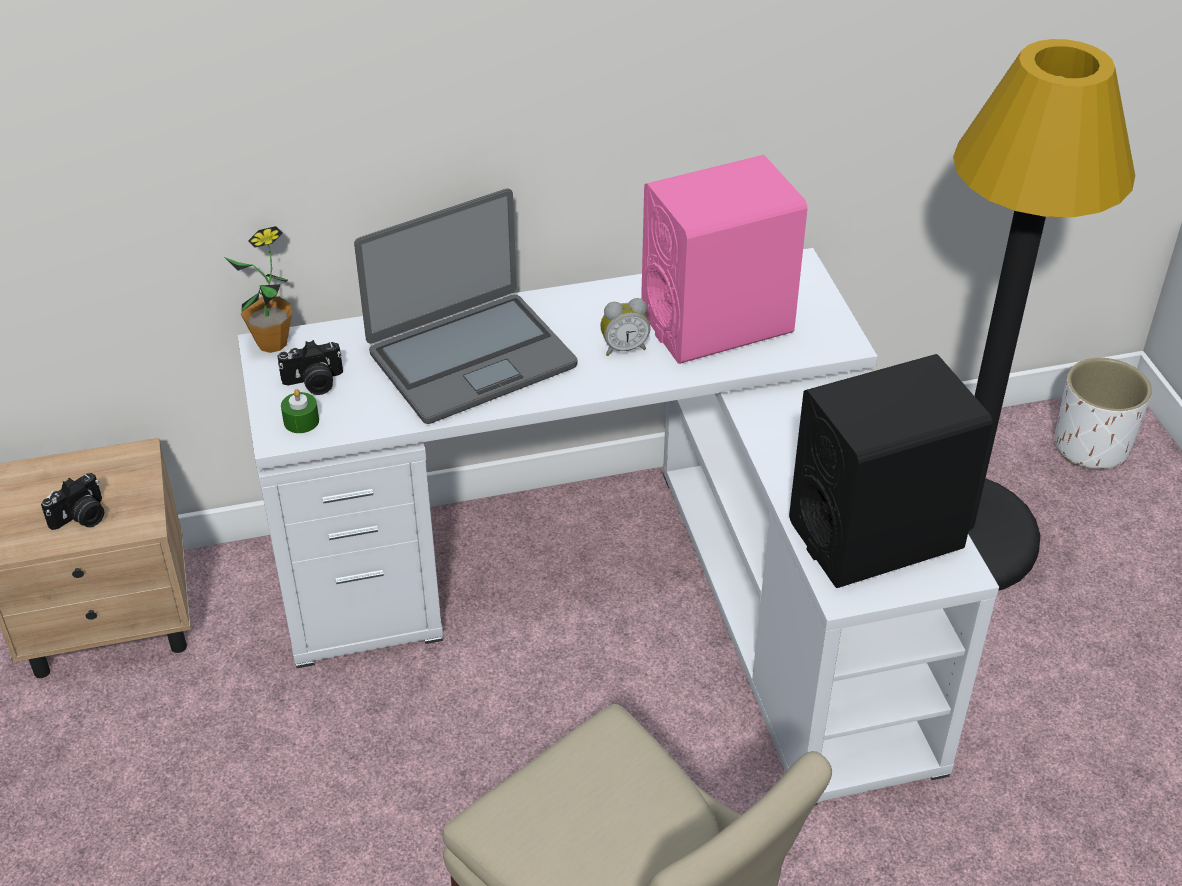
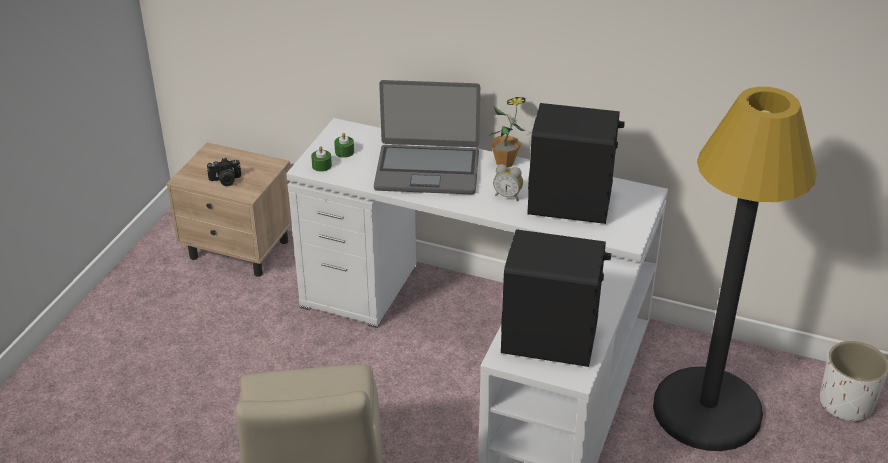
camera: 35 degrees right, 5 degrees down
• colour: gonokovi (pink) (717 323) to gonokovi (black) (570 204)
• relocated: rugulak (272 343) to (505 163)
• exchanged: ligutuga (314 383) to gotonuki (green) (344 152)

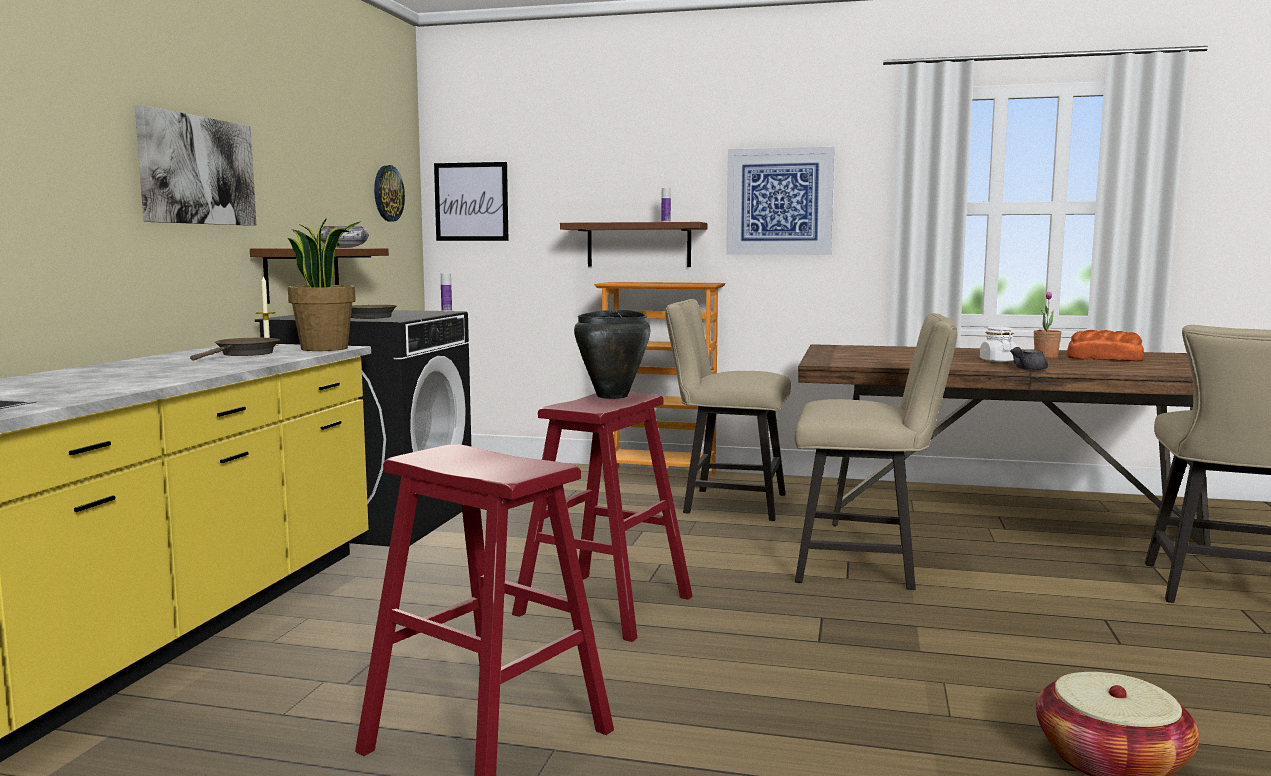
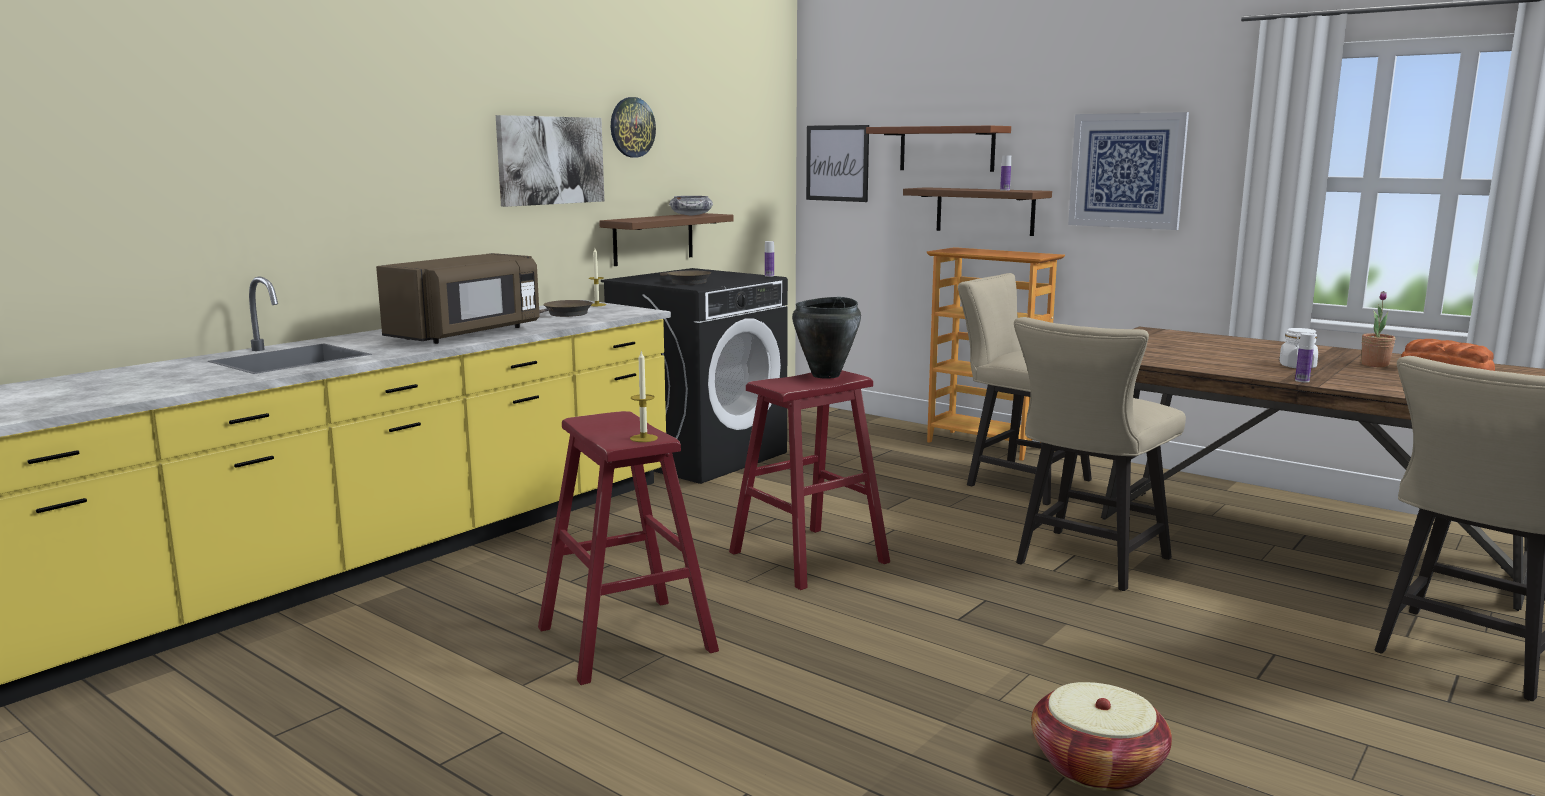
camera: 25 degrees right, 5 degrees up
• relocated: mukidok (388 193) to (632 127)
• missing: rugulak (325 348)
• spun: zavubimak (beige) (867 567) = (1086 563) 90 degrees clockwise
• exchanged: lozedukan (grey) (1027 369) to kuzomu (1302 381)
• appeared: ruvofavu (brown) (946 149)
• appeared: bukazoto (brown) (467 334)
• appeared: gotonuki (643 438)

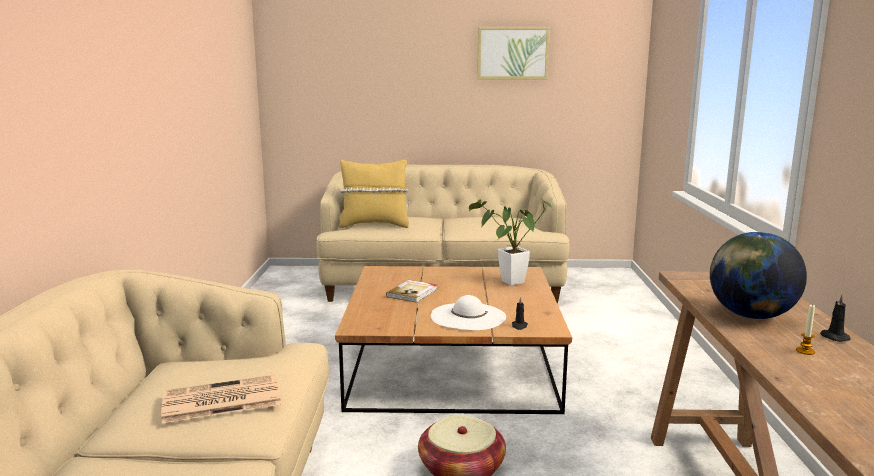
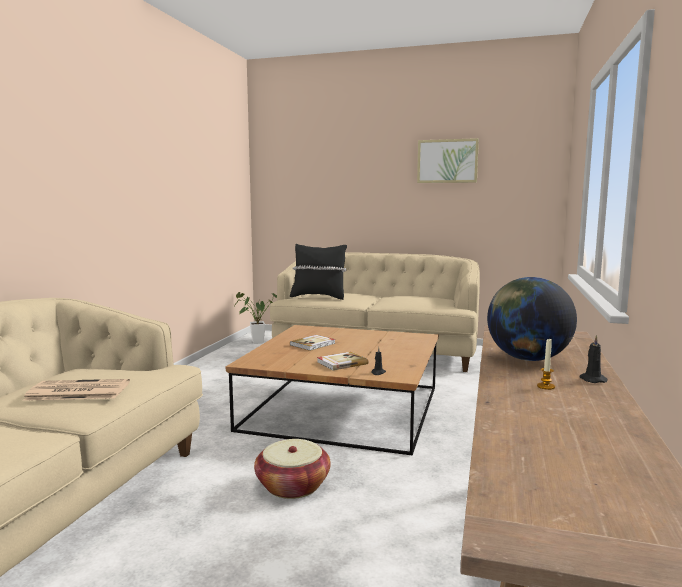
camera: 15 degrees right, 5 degrees down
• colour: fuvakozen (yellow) (374 225) to fuvakozen (black) (318 297)
• relocated: rugulak (508 283) to (254 342)
• exchanged: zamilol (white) (468 316) to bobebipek (341 363)

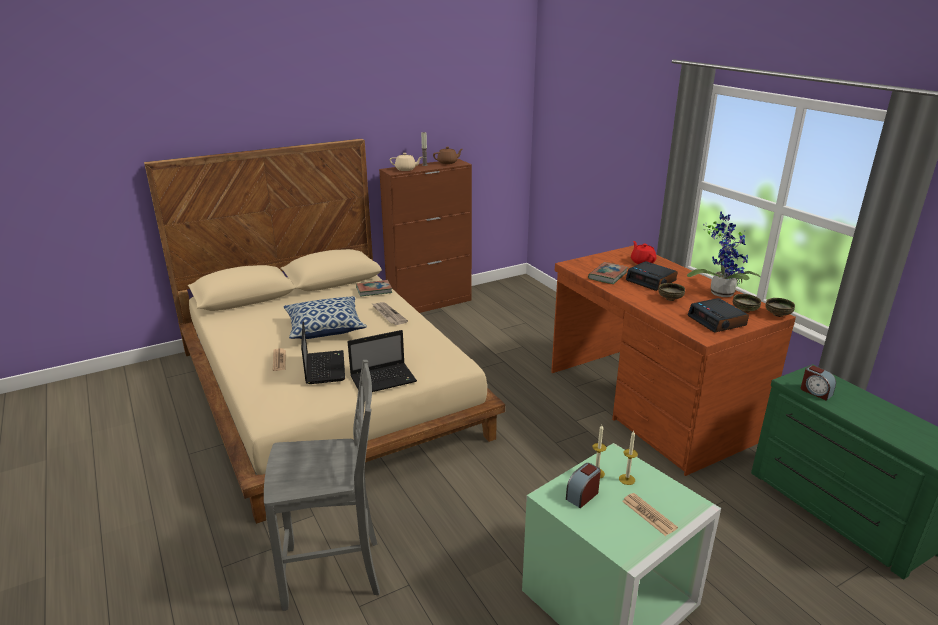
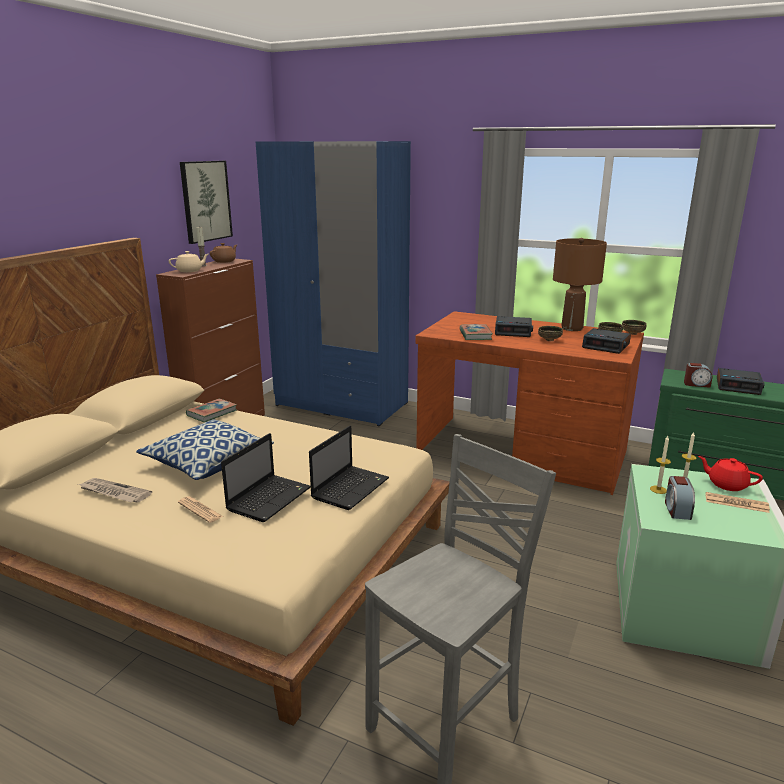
camera: 35 degrees left, 5 degrees down
• exchanged: rugulak (720 292) to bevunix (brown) (572 328)
• relocated: lozedukan (red) (642 262) to (726 484)
• relocated: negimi (388 315) to (114 492)
• spun: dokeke (324 367) = (270 498) 75 degrees clockwise
• appeared: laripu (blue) (342 404)
• appeared: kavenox (205 201)
• appeared: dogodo (738 386)

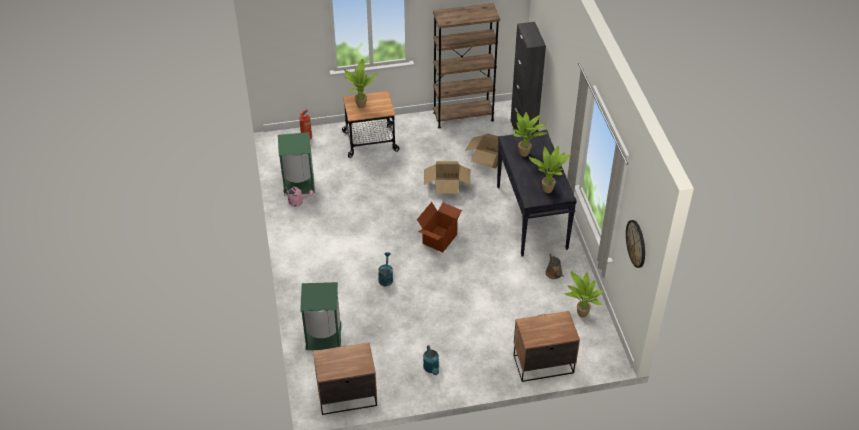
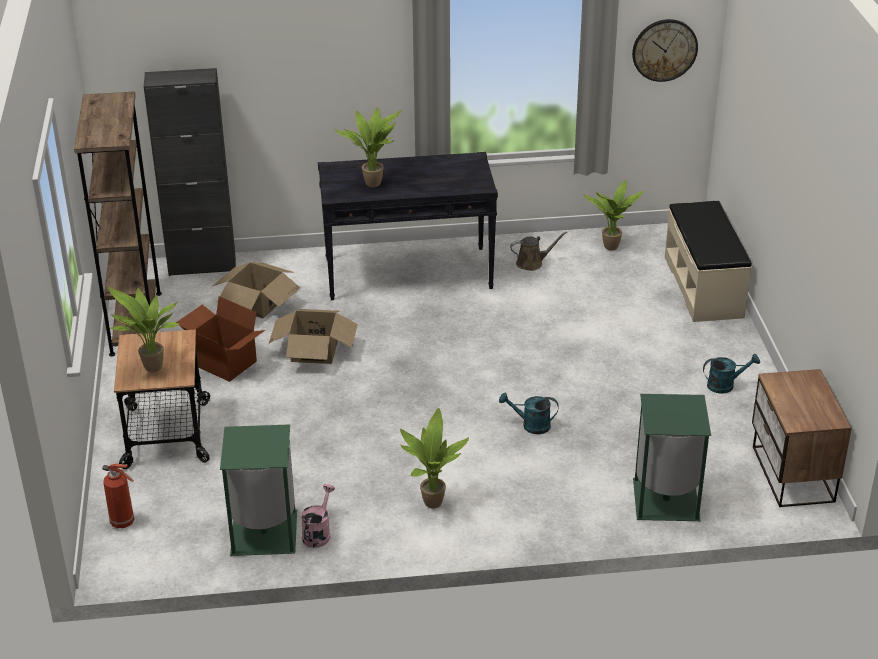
camera: 85 degrees left, 10 degrees down
• relocated: rugulak (548 189) to (430 502)
• relocated: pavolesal (439 239) to (223 363)
• exchanged: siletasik (542 363) to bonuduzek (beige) (704 287)

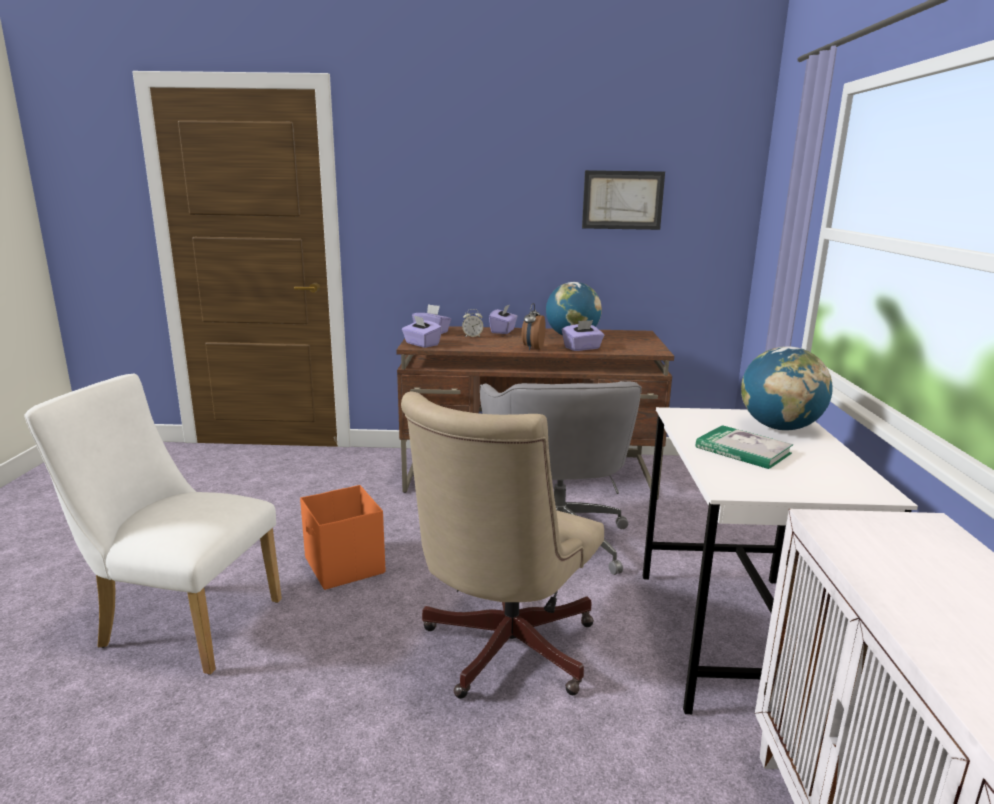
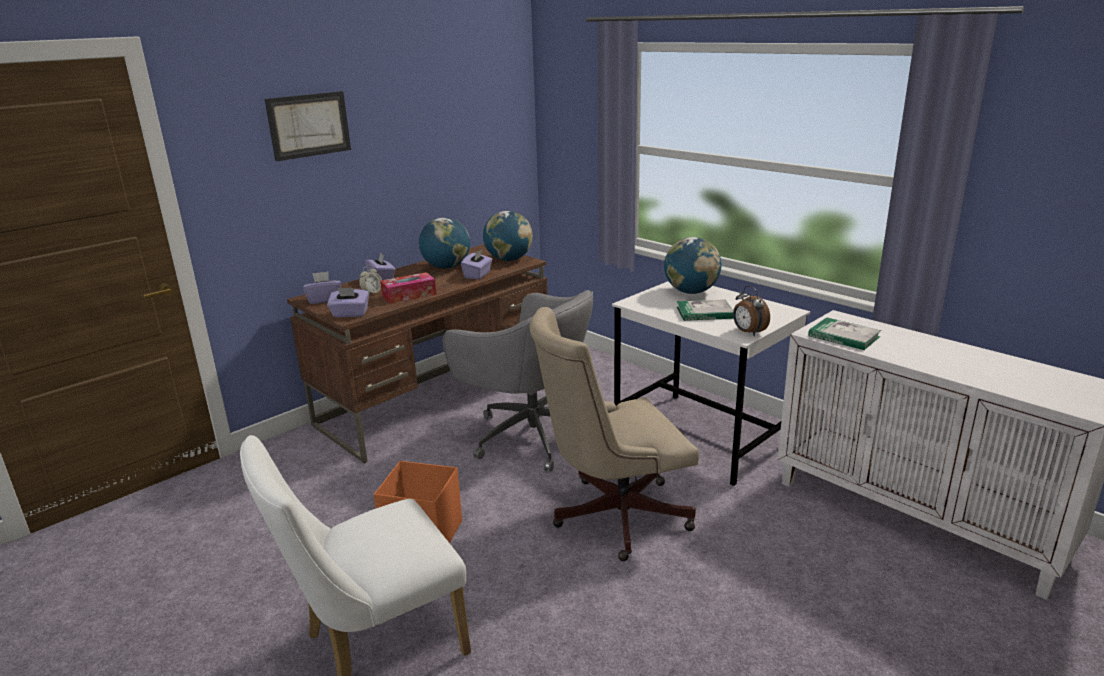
camera: 45 degrees left, 5 degrees up
• relocated: kavenox (622 200) to (309 125)
• relocated: dogodo (532 348) to (748 332)
• spun: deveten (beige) (502 651) = (612 516) 90 degrees clockwise
• appeared: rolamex (509 259)
• appeared: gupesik (409 295)
• appeared: bobebipek (844 336)

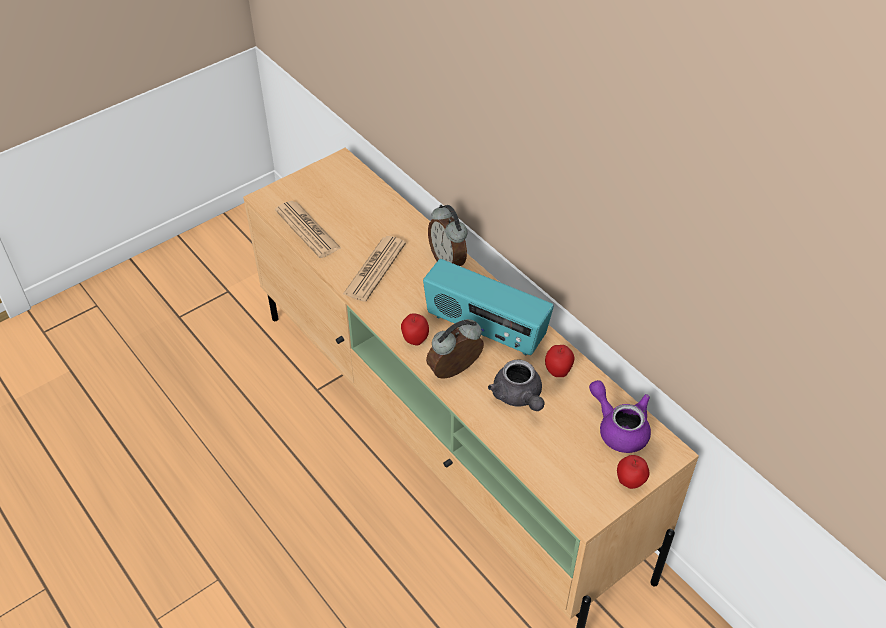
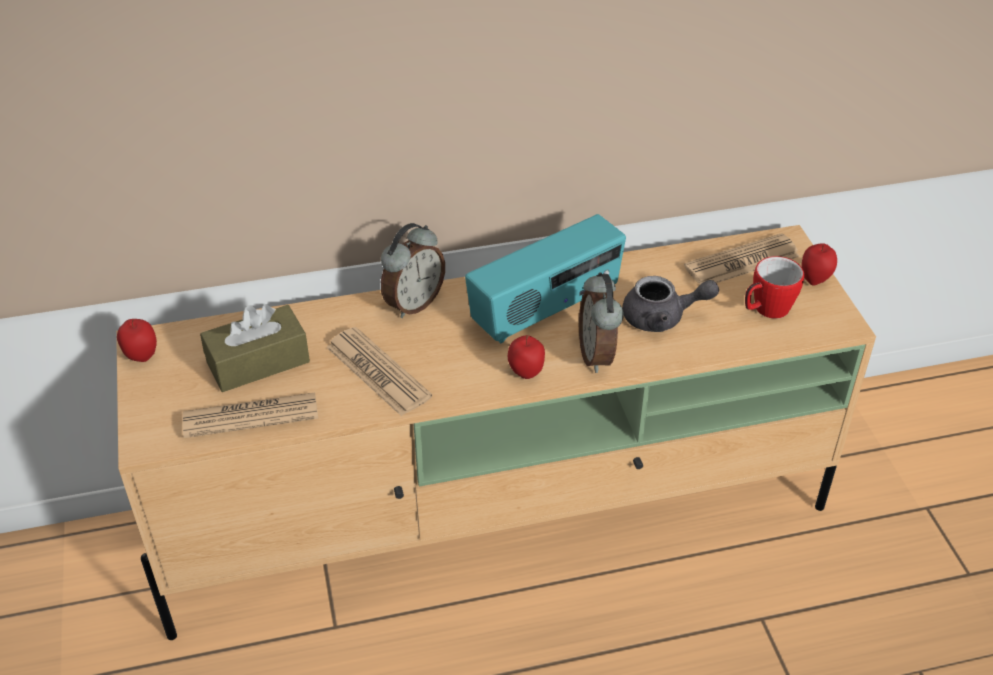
camera: 65 degrees left, 5 degrees down
• spun: dogodo (448 261) = (413 303) 45 degrees counterclockwise
• relocated: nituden (558 371) to (141 356)
• exchanged: lozedukan (purple) (619 428) to negimi (742 262)
• appeared: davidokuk (766 310)
• appeared: gupesik (brown) (258 362)

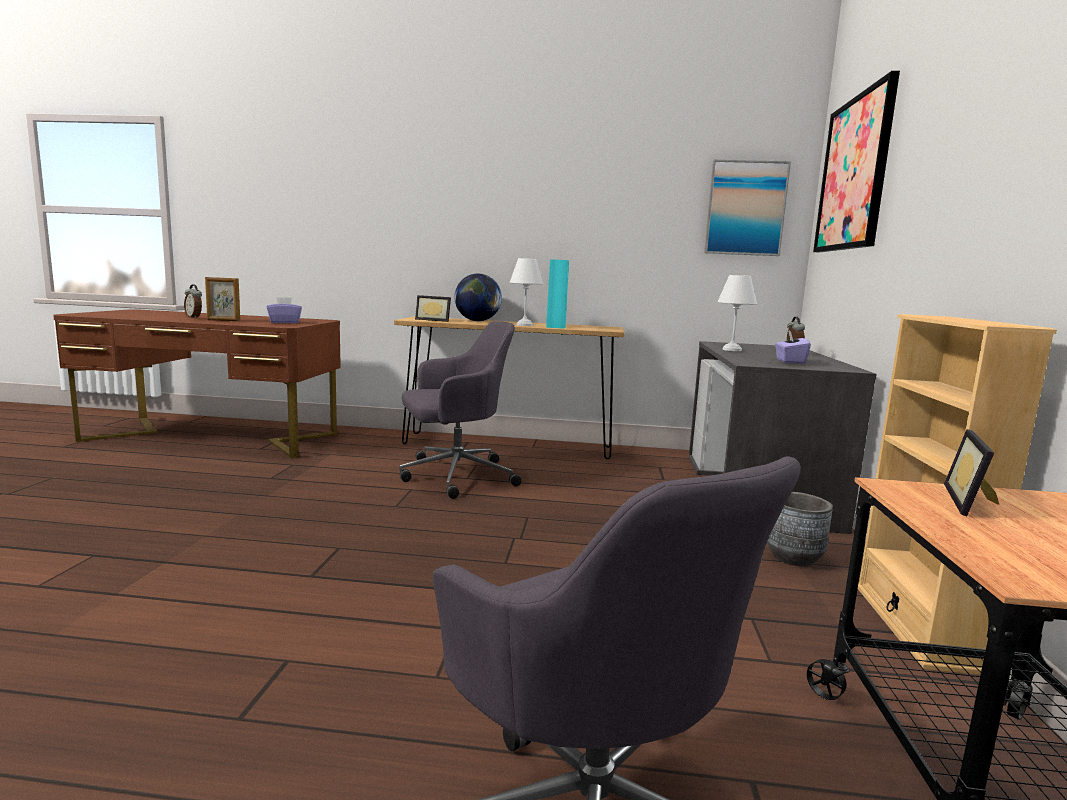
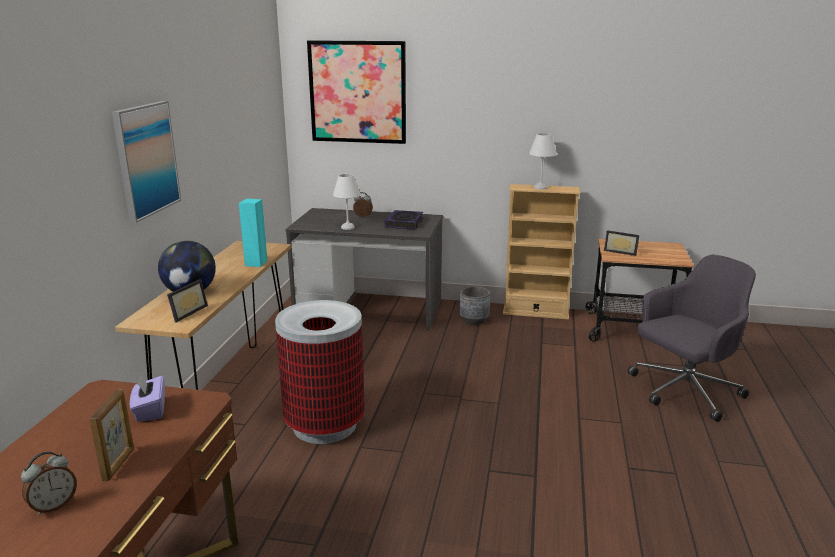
camera: 85 degrees left, 10 degrees up
• relocated: kavenox (745 208) to (146 159)
• relocated: bevunix (white) (524 325) to (541 187)
• exchanged: deveten (grey) (455 476) to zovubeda (325 425)
• exchanged: gupesik (purple) (789 361) to bobebipek (404 223)

